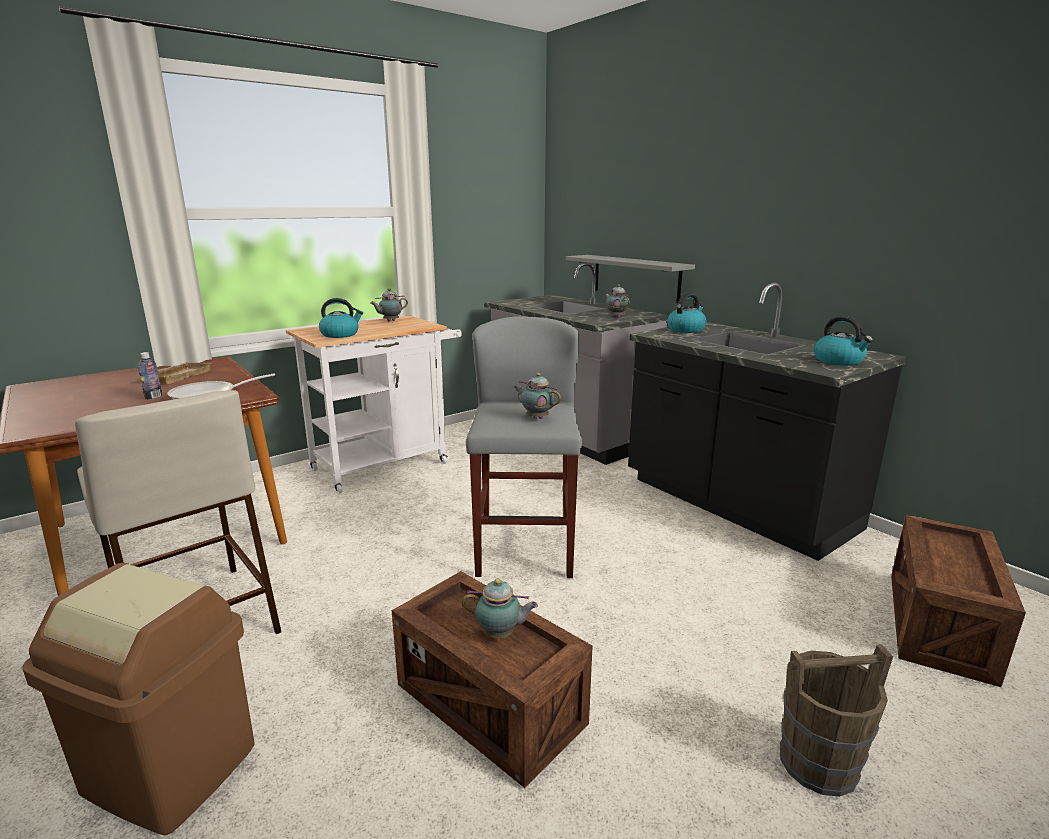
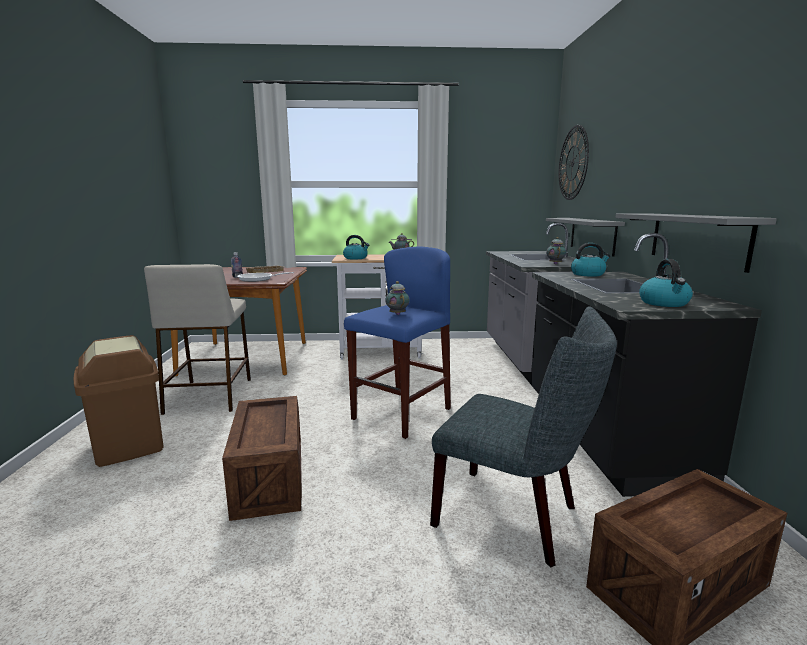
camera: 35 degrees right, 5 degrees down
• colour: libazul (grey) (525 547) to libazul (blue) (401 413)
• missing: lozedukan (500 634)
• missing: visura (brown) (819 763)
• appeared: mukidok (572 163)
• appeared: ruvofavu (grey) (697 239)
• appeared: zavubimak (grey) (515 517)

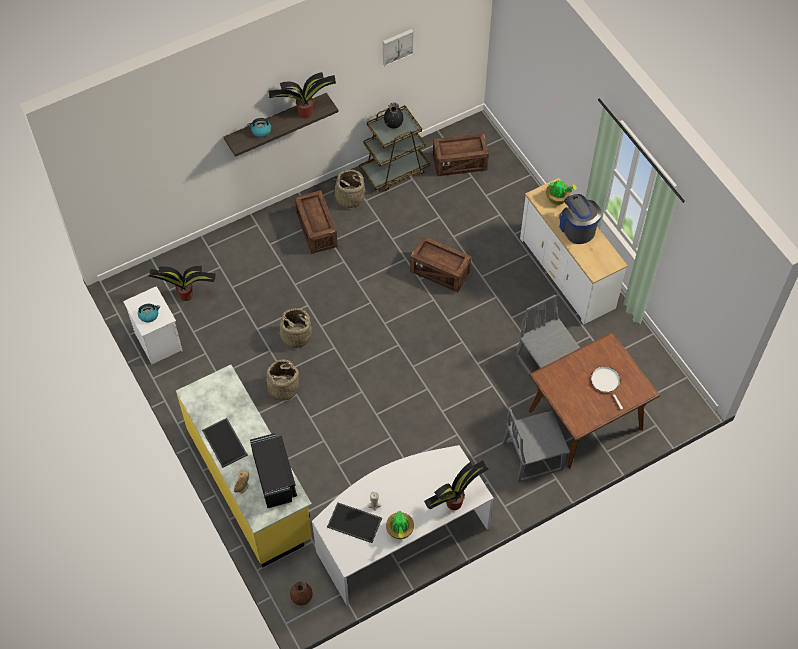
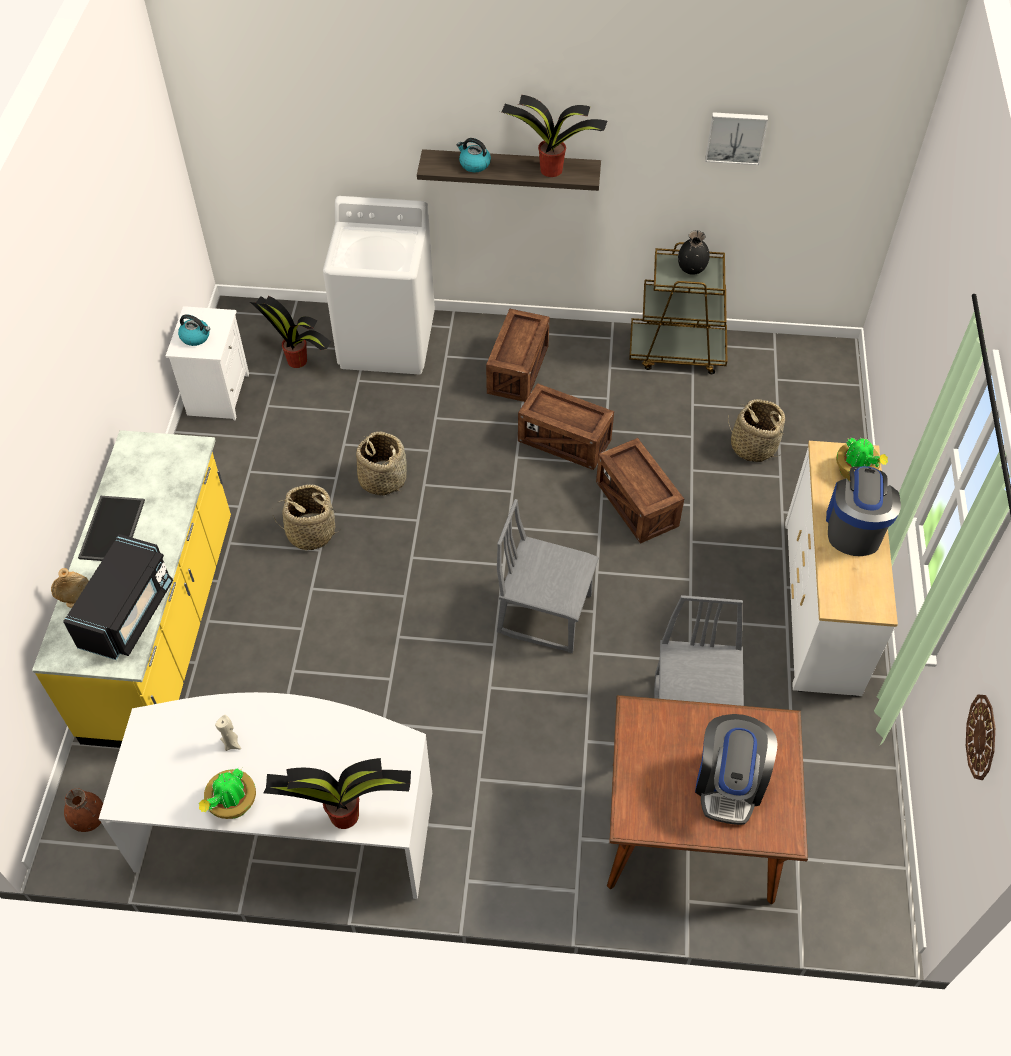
camera: 35 degrees right, 5 degrees down
• relocated: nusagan (459 163) to (564 441)
• relocated: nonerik (349 198) to (753 446)
• exchanged: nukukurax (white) (606 383) to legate (729 783)
• relocated: zavubimak (grey) (532 456) to (545 613)
• missing: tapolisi (355 522)
• appeared: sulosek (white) (387 341)
• appeared: mukidok (982 737)

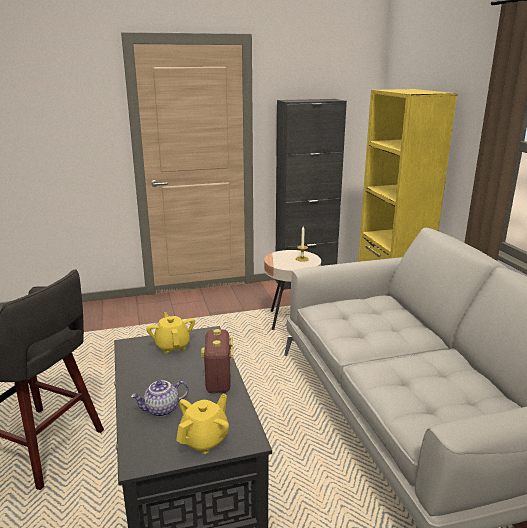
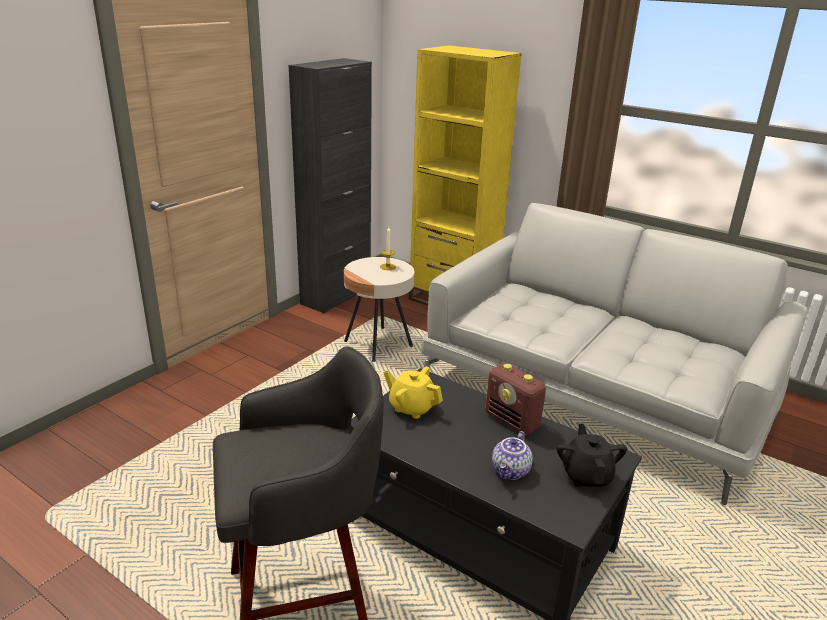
camera: 40 degrees left, 5 degrees up
• colour: lozedukan (yellow) (205 439) to lozedukan (black) (586 476)

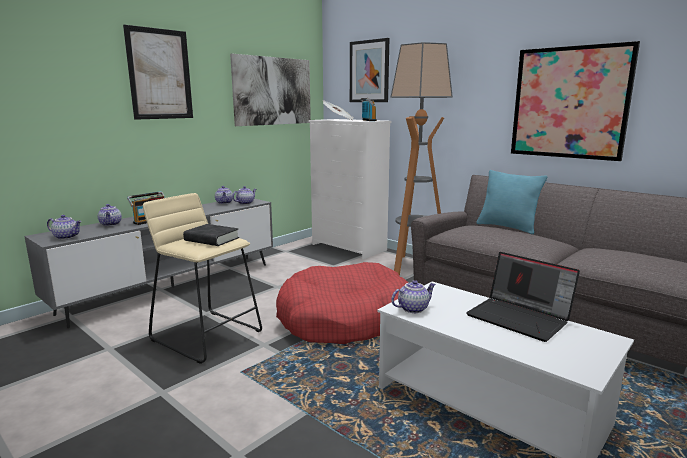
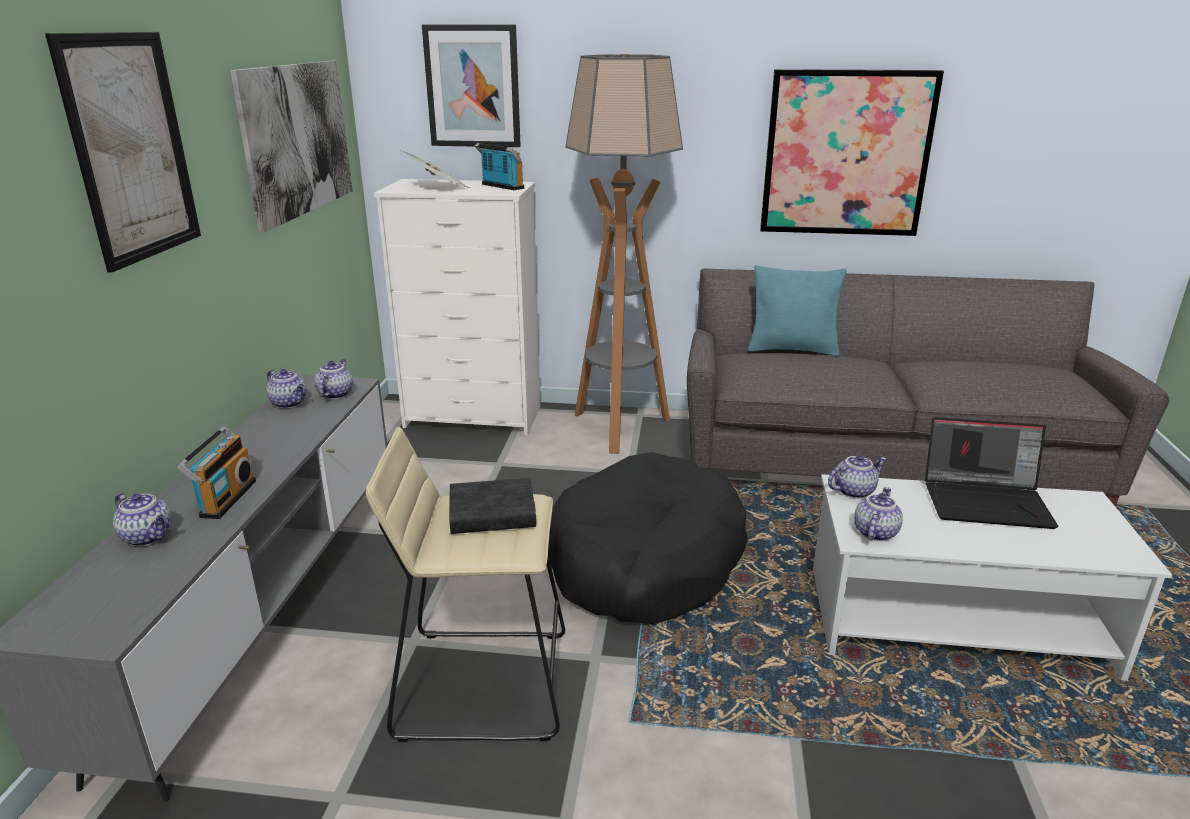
camera: 35 degrees left, 10 degrees up
• relocated: lozedukan (67 237) to (853 491)
• colour: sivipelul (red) (344 319) to sivipelul (black) (645 561)

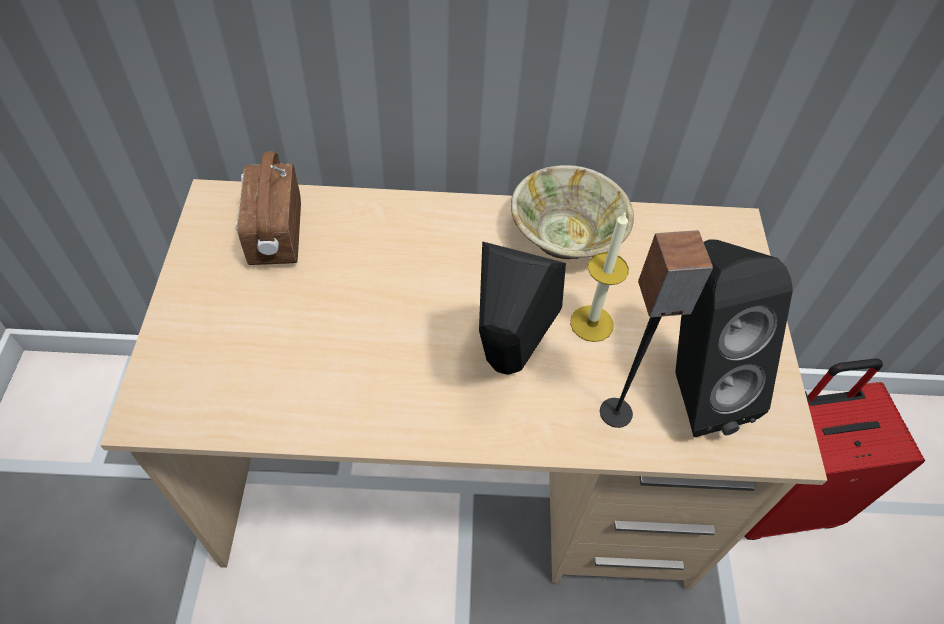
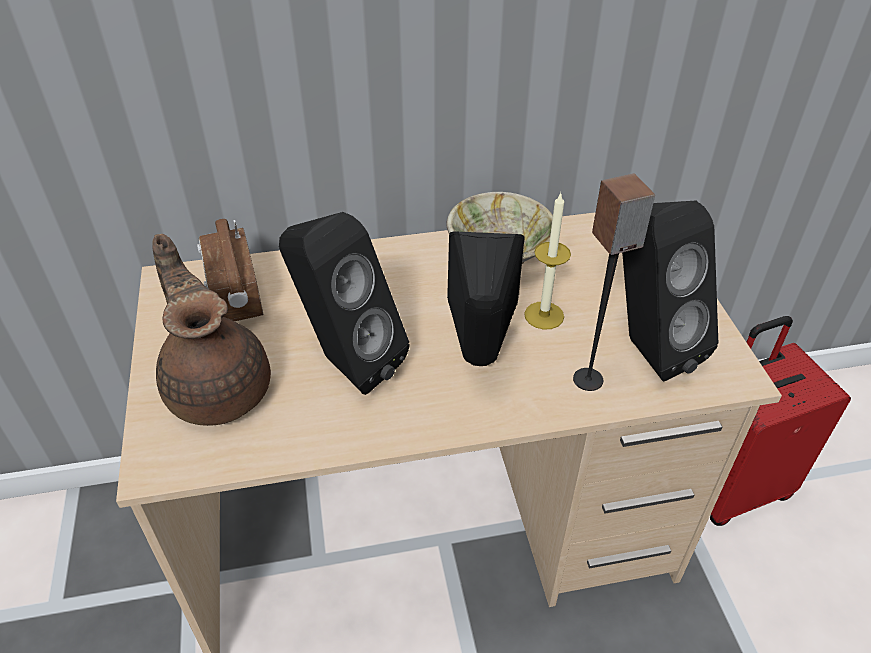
camera: 10 degrees left, 10 degrees down
• appeared: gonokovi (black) (346 362)
• appeared: lozedukan (brown) (218 386)

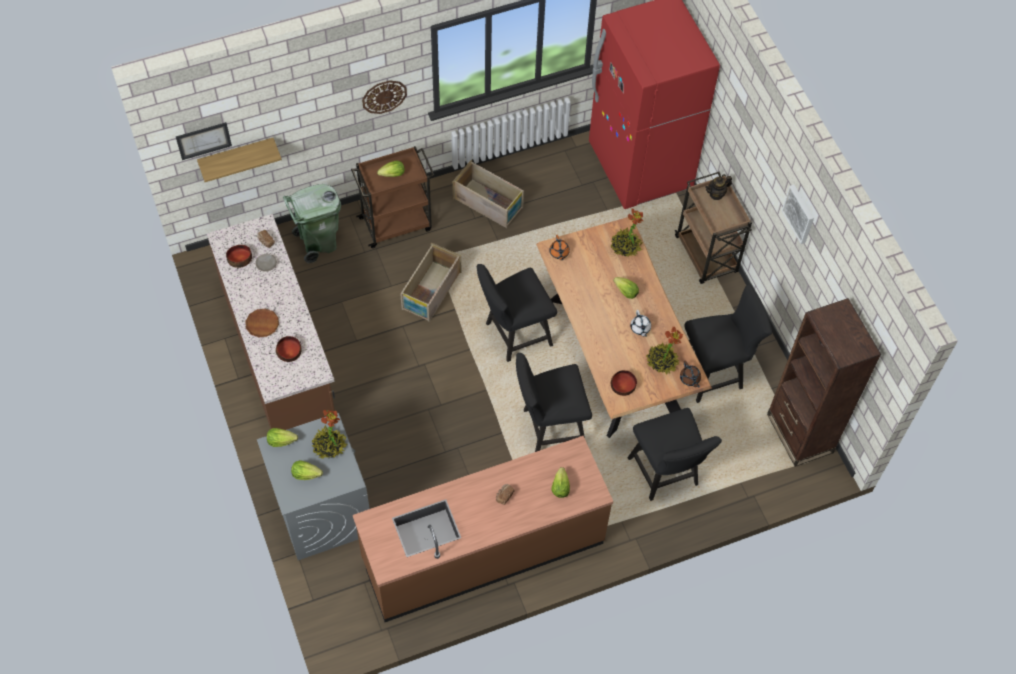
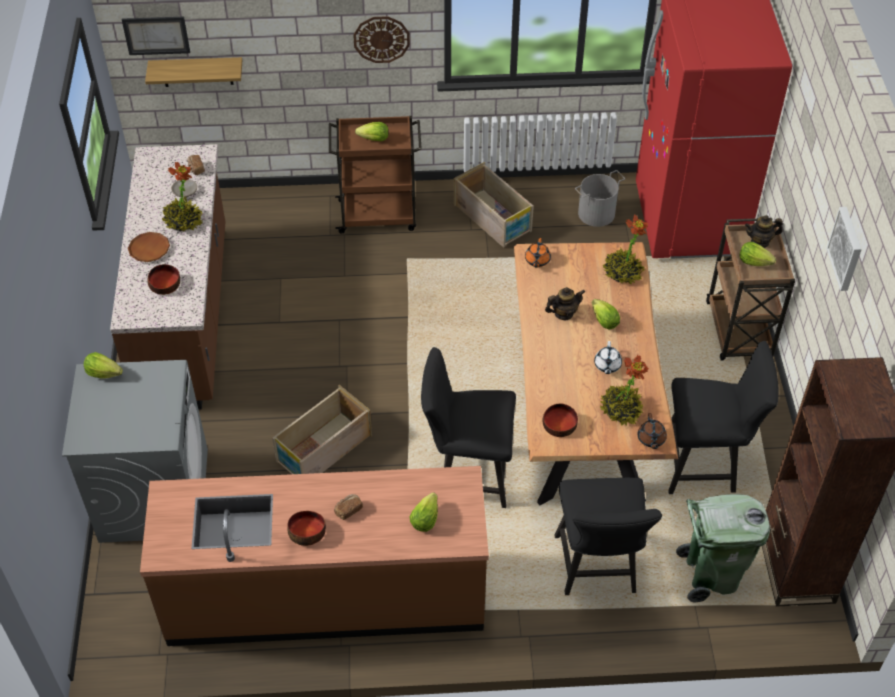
camera: 20 degrees right, 10 degrees down
• relocated: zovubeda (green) (318 243) to (710 576)
• relocated: nusagan (431 291) to (323 449)
• relocated: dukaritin (240 259) to (307 532)
• missing: zavubimak (black) (514 335)
• relocated: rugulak (329 446) to (183 222)
• relocated: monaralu (306 474) to (754 262)
• appeared: visura (grey) (596 214)
• appeared: lozedukan (563 313)

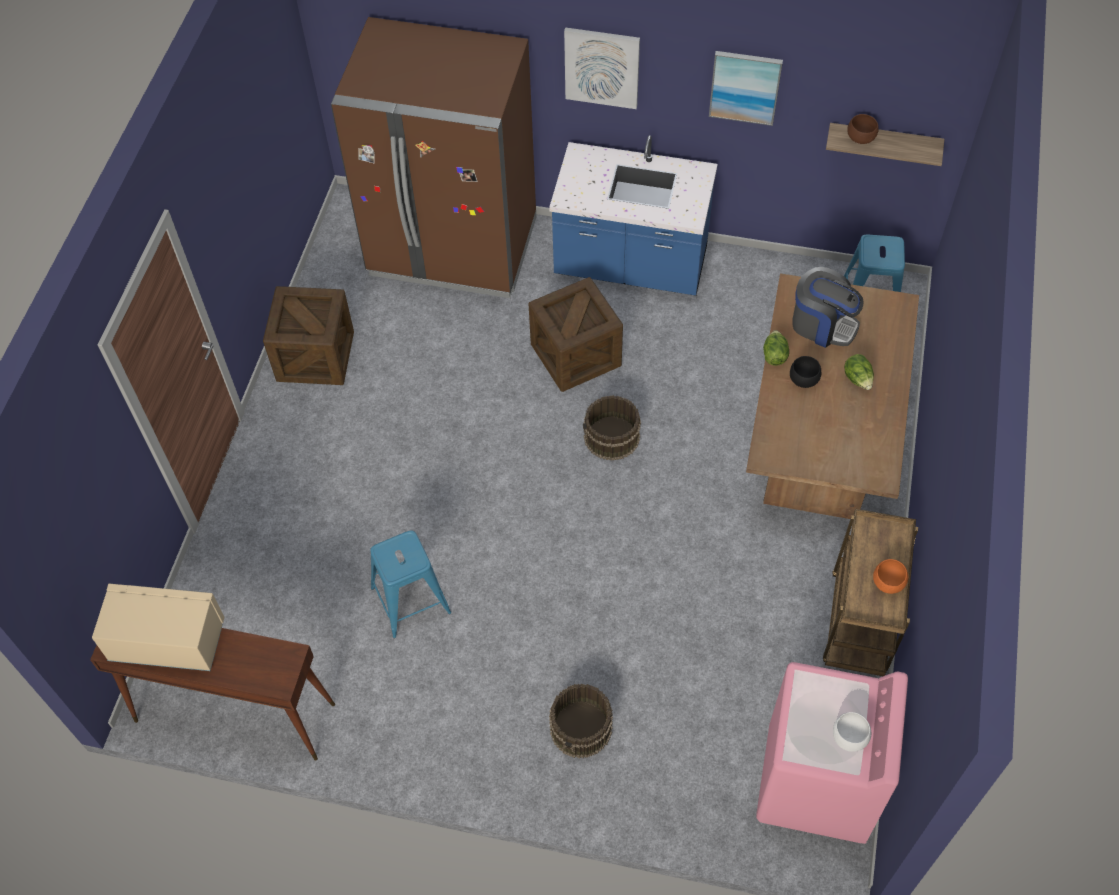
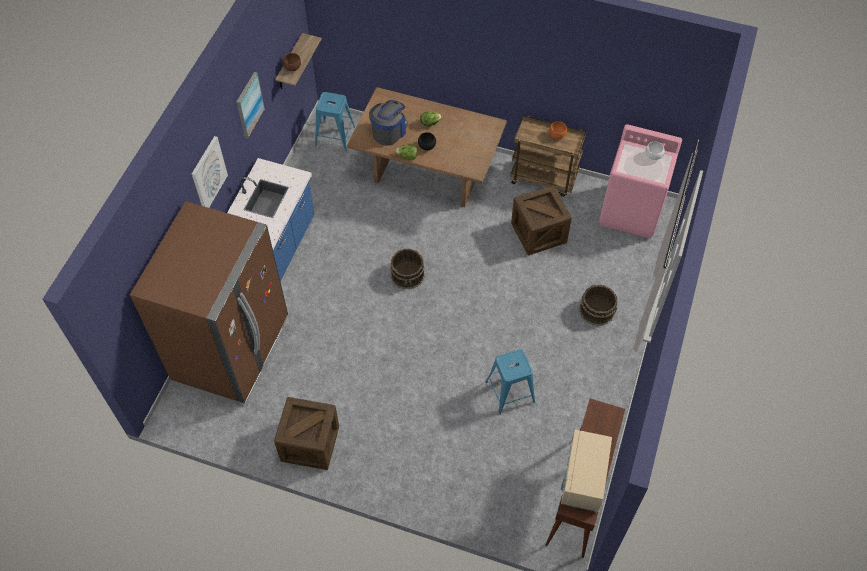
camera: 85 degrees left, 0 degrees up
• relocated: nusagan (575 355) to (538 233)

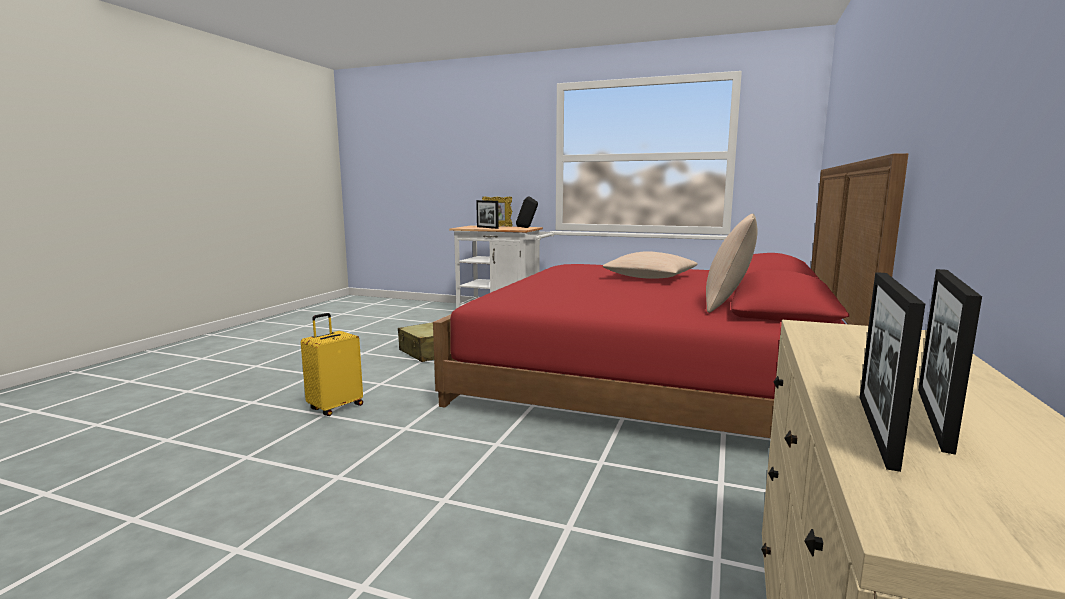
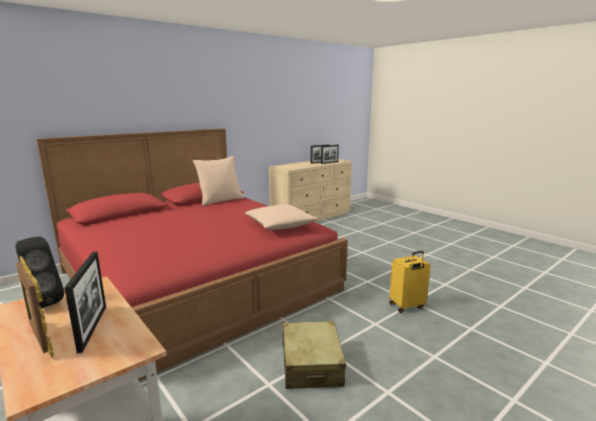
camera: 150 degrees left, 5 degrees up
• relocated: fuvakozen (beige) (650 277) to (280 225)

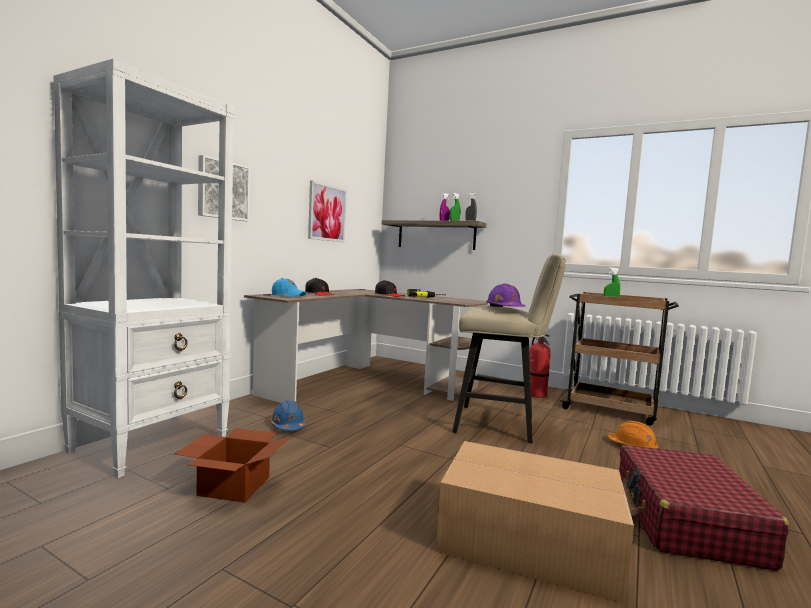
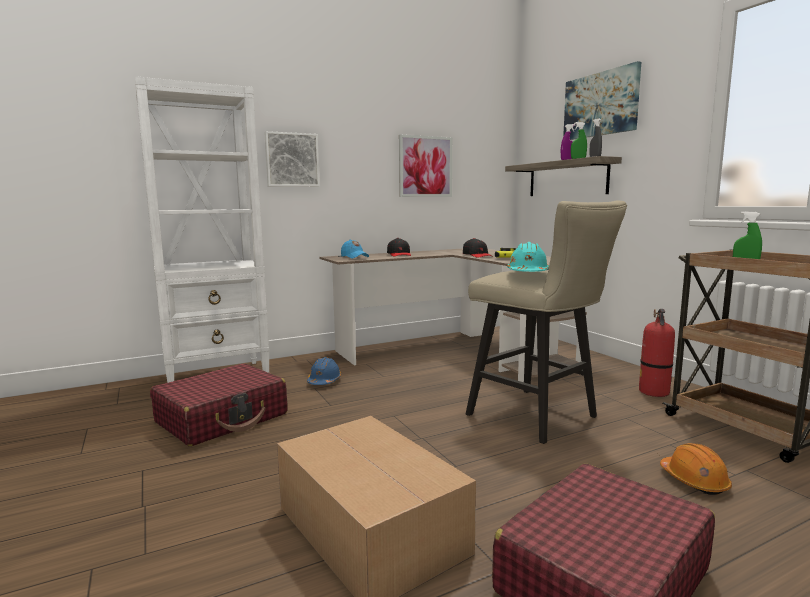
camera: 35 degrees right, 5 degrees up
• colour: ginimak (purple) (504 308) to ginimak (turquoise) (527 273)
• exchanged: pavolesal (233 485) to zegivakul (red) (223 418)
• appeared: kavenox (600 104)

